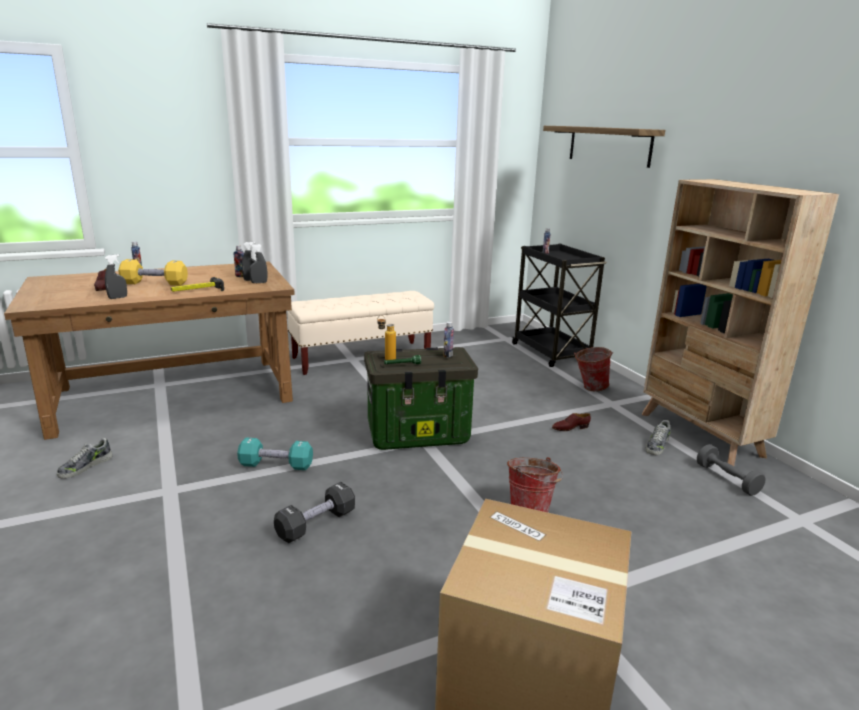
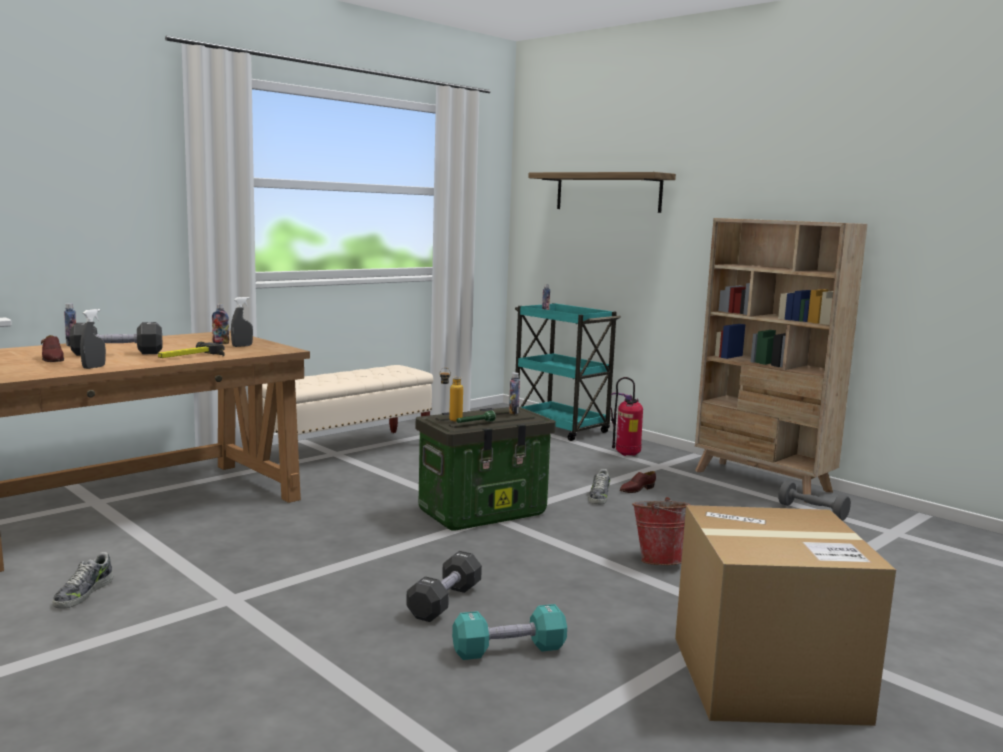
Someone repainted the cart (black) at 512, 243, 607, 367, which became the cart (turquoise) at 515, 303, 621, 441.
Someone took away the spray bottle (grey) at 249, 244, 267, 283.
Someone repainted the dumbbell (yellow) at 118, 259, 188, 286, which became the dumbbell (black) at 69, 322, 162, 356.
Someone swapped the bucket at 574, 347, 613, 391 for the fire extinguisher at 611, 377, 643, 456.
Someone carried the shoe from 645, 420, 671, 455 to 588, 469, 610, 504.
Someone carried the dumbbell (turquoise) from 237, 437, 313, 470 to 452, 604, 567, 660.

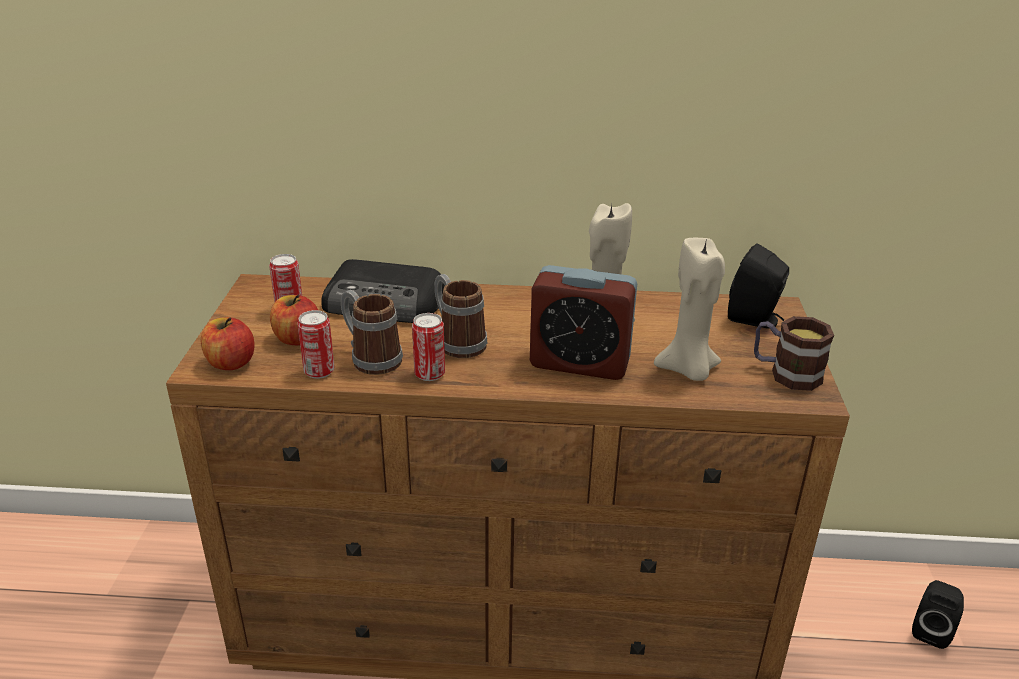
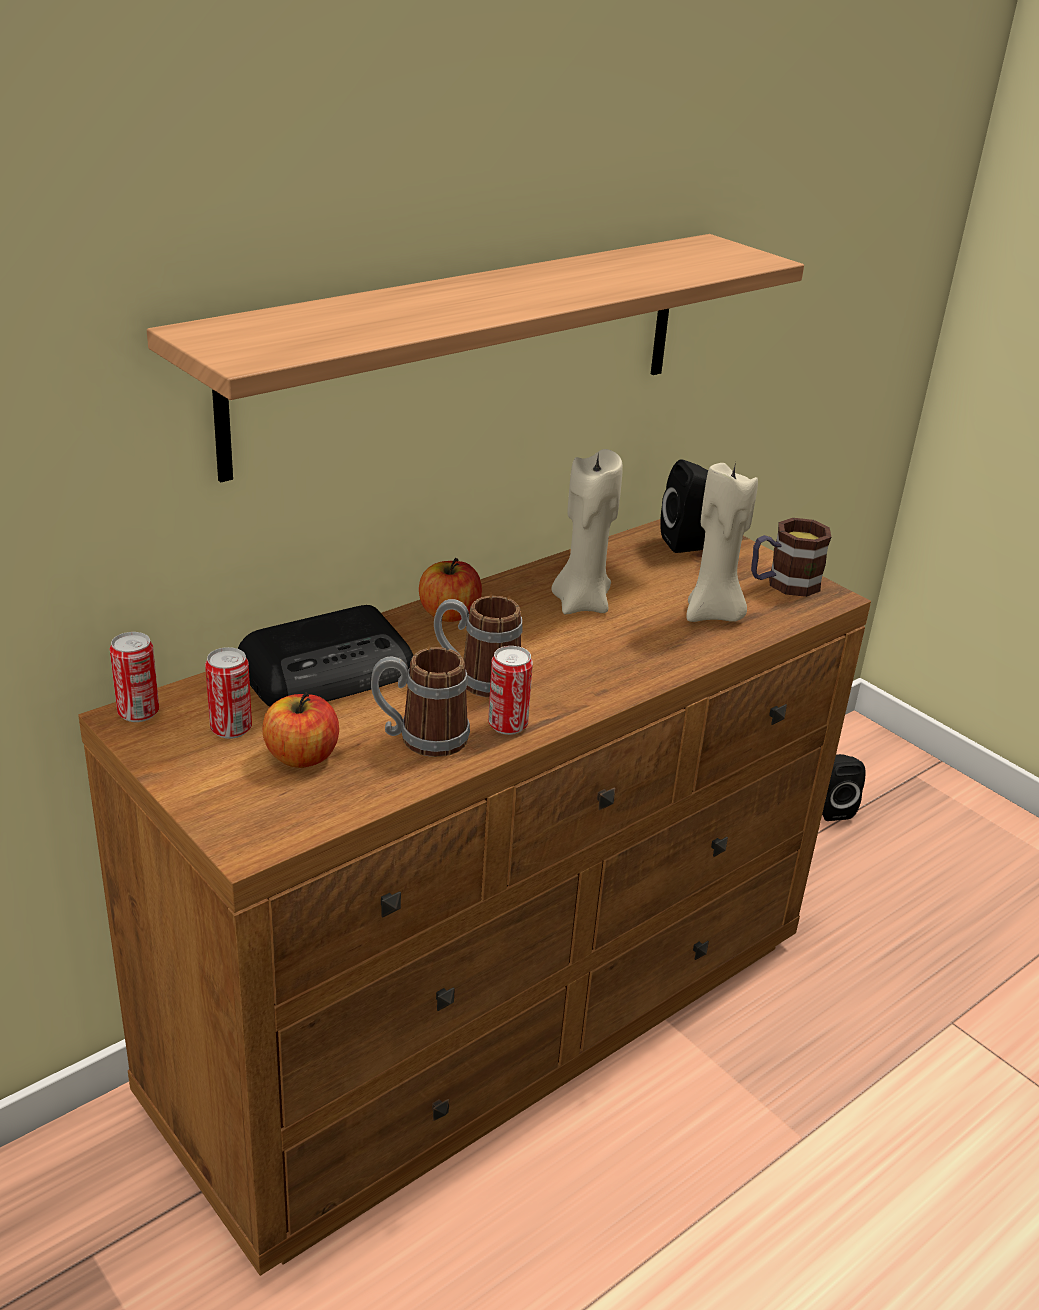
Someone took away the alarm clock at 530, 265, 637, 380.
Someone carried the can from 297, 310, 335, 379 to 110, 632, 159, 722.
Someone carried the apple from 201, 317, 255, 370 to 419, 558, 482, 622.
Someone put up the shelf at 147, 234, 804, 482.

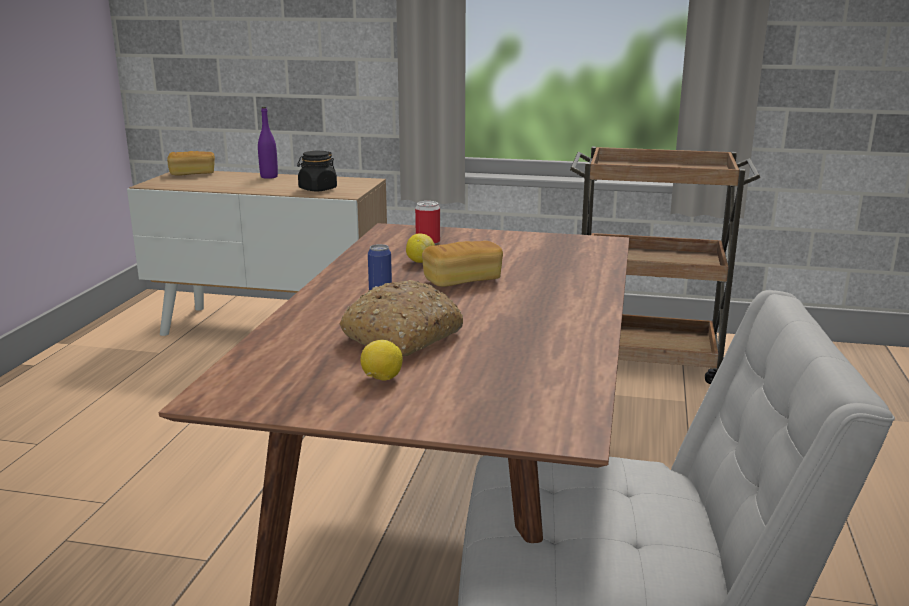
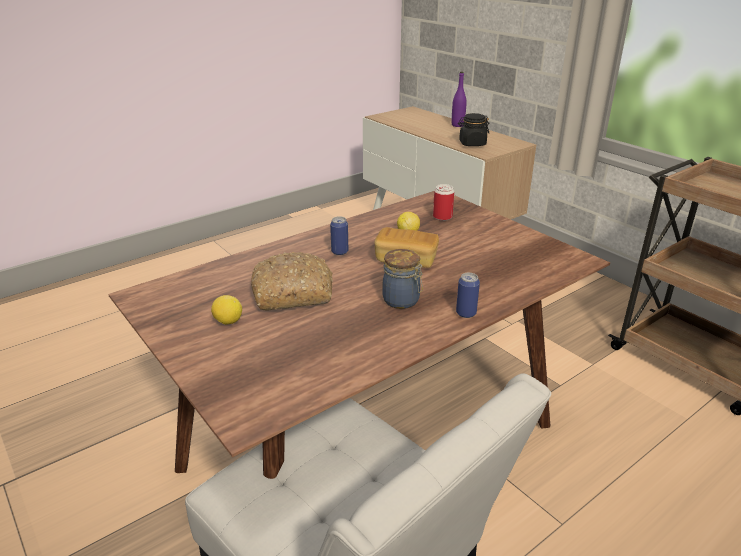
Someone took away the bread at 167, 151, 215, 176.
Someone put down the jar at 382, 249, 423, 309.
Someone put down the can at 456, 273, 480, 318.

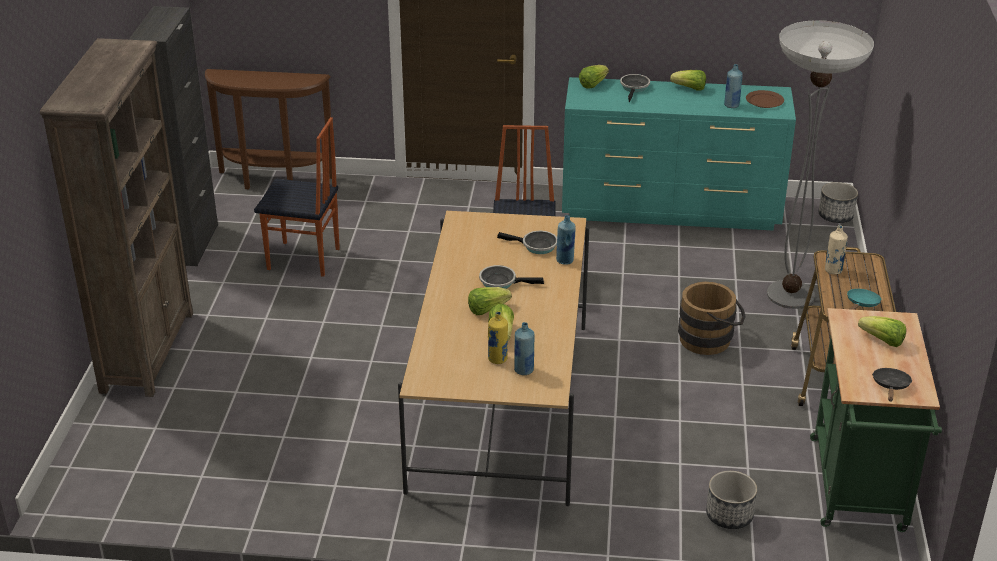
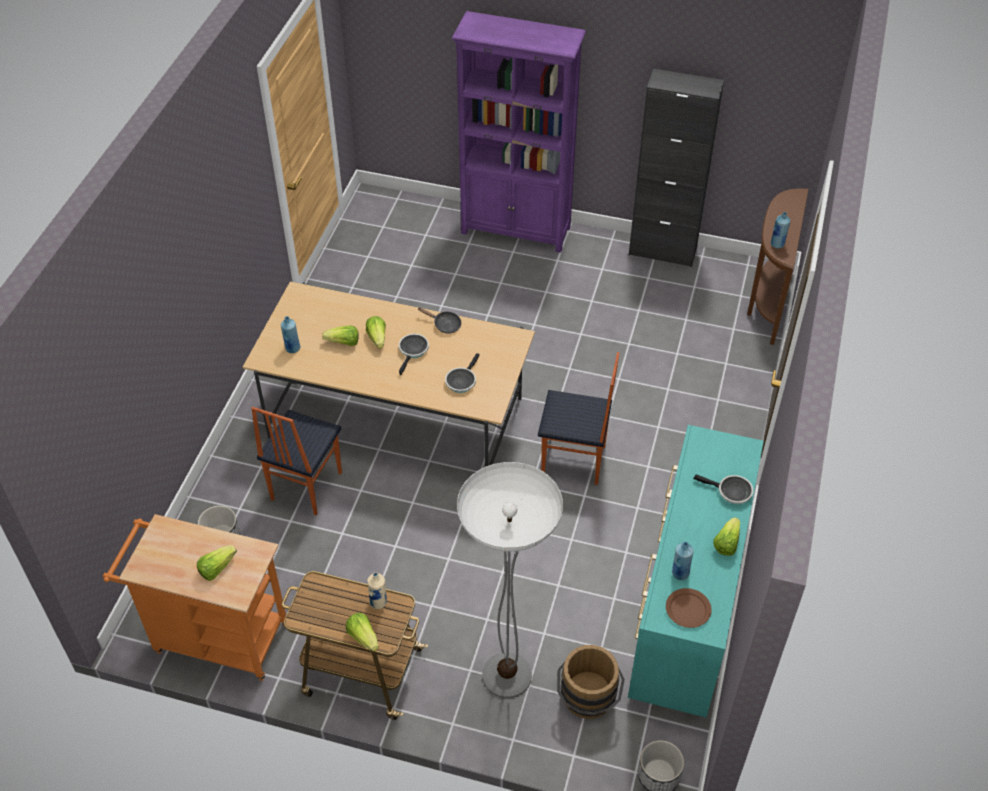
Someone repainted the bookcase (brown) at 40, 38, 193, 397, which became the bookcase (purple) at 452, 11, 586, 253.
Someone carried the lettuce from 579, 65, 609, 89 to 346, 612, 379, 651.
Someone carried the chair from 254, 117, 340, 277 to 251, 407, 342, 515.
Someone carried the bottle (blue) from 556, 215, 576, 265 to 770, 212, 790, 249.
Someone carried the bucket (brown) from 678, 282, 746, 355 to 557, 645, 625, 719.
Someone took away the frying pan (turquoise) at 847, 289, 881, 310.
Someone repainted the cart (green) at 810, 308, 942, 532, which became the cart (orange) at 103, 514, 286, 681.
Someone took away the bottle (yellow) at 488, 311, 508, 364.
Someone carried the frying pan (black) from 872, 368, 913, 402 to 418, 307, 462, 334.

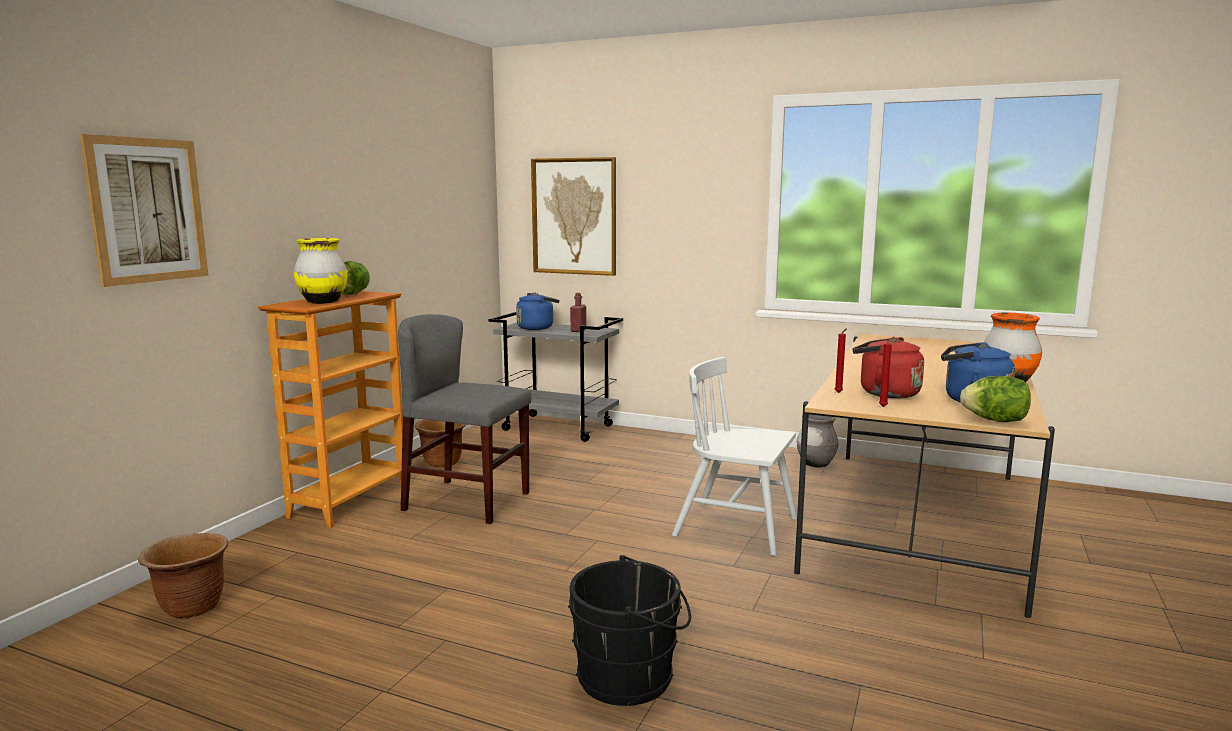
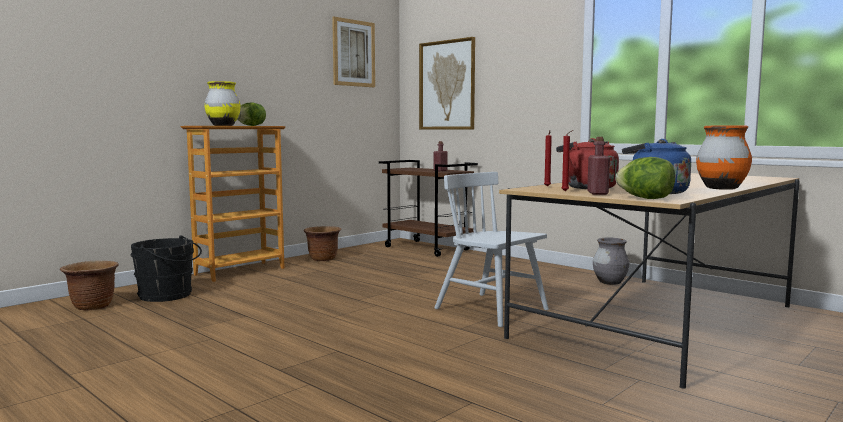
Someone carried the picture from 79, 134, 208, 287 to 332, 17, 375, 87.
Someone took away the kettle (blue) at 516, 292, 560, 330.
Someone repainted the cart (grey) at 488, 312, 623, 442, which became the cart (brown) at 379, 160, 478, 257.
Someone took away the chair (grey) at 398, 314, 531, 524.
Someone carried the bucket (black) from 568, 555, 691, 706 to 130, 235, 202, 302.
Someone put down the bottle (red) at 587, 137, 610, 195.

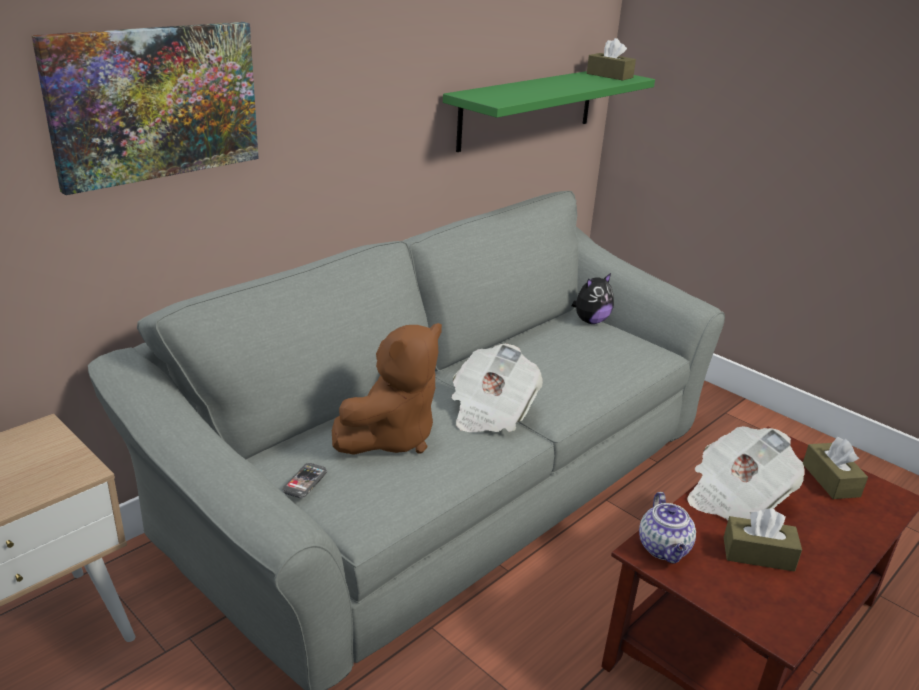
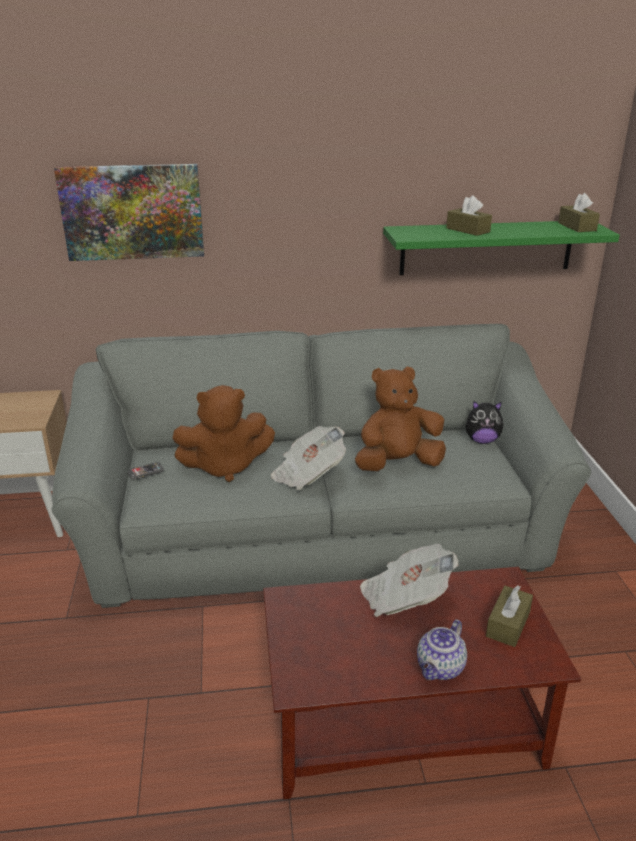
Someone carried the teapot from 639, 492, 696, 563 to 417, 619, 467, 680.
Someone carried the tissue box (brown) from 724, 508, 802, 572 to 446, 195, 492, 236.
Someone put down the plush toy (brown) at 355, 366, 446, 471.

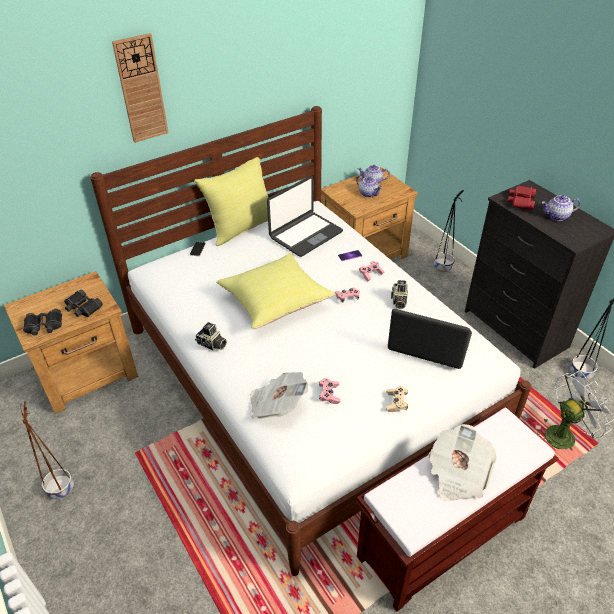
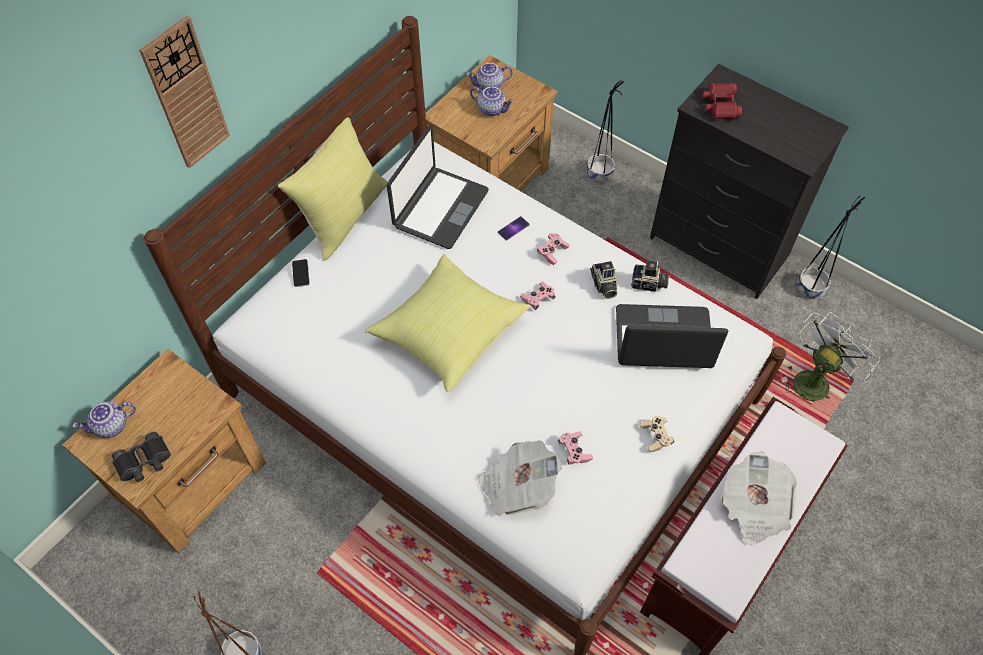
Someone carried the teapot from 542, 195, 580, 221 to 72, 402, 136, 438.
Someone took away the binoculars (black) at 64, 290, 103, 317.
Someone carried the photo camera from 195, 322, 227, 351 to 631, 261, 670, 292.

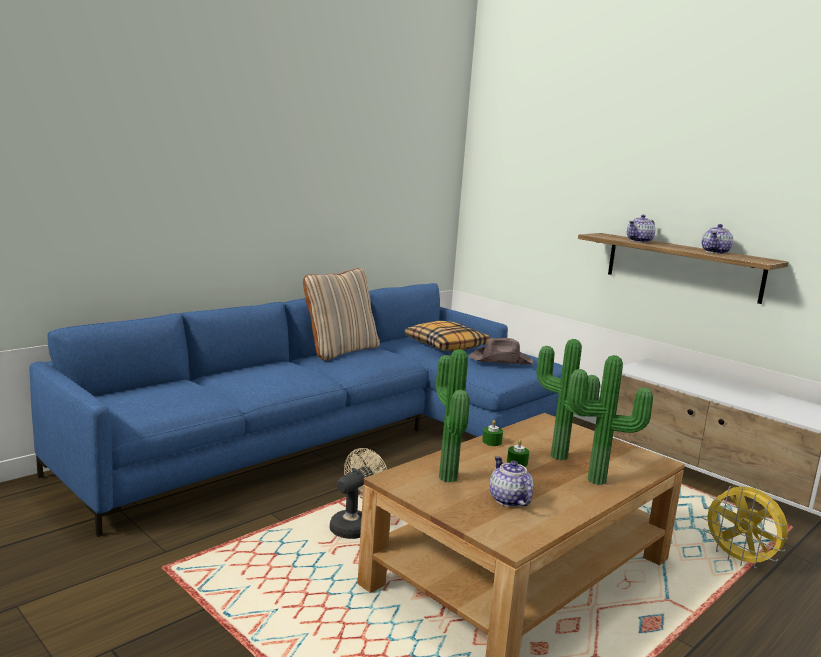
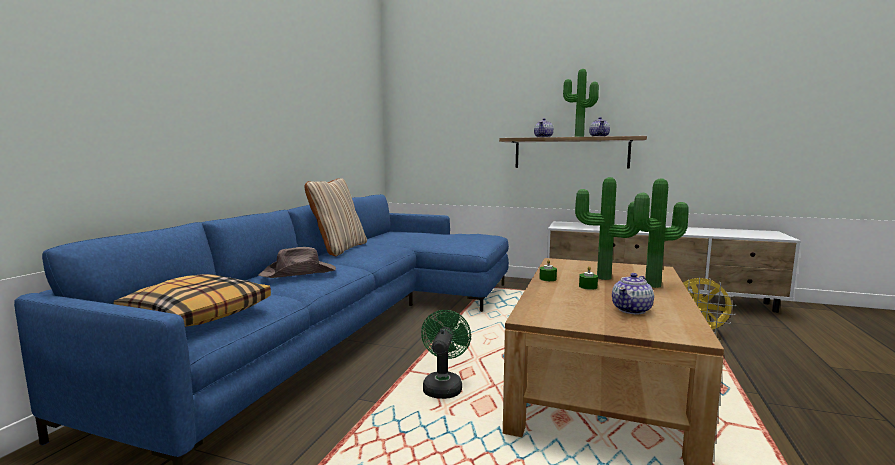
Someone carried the pillow from 405, 321, 490, 351 to 114, 274, 271, 327.
Someone carried the hat (brown) from 469, 338, 534, 365 to 258, 247, 336, 278.
Someone carried the potted plant from 436, 349, 470, 483 to 563, 69, 599, 137.
Someone repainted the fan (beige) at 330, 448, 387, 539, which became the fan (green) at 421, 310, 471, 399.
Someone rotated the teapot at 489, 456, 533, 507 by 90 degrees counterclockwise.

